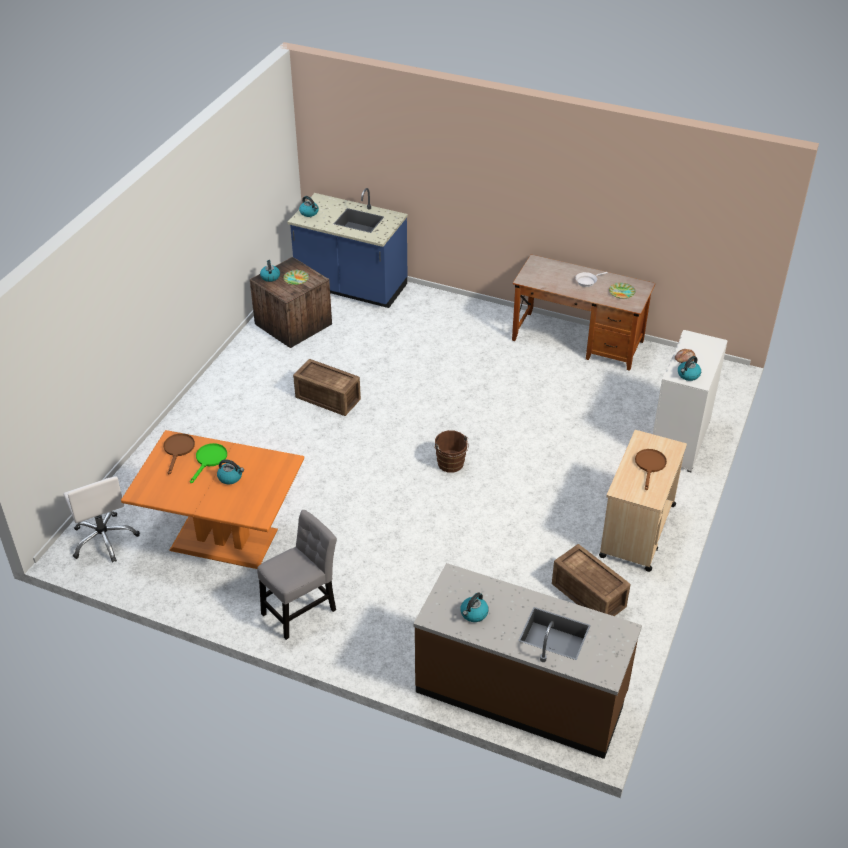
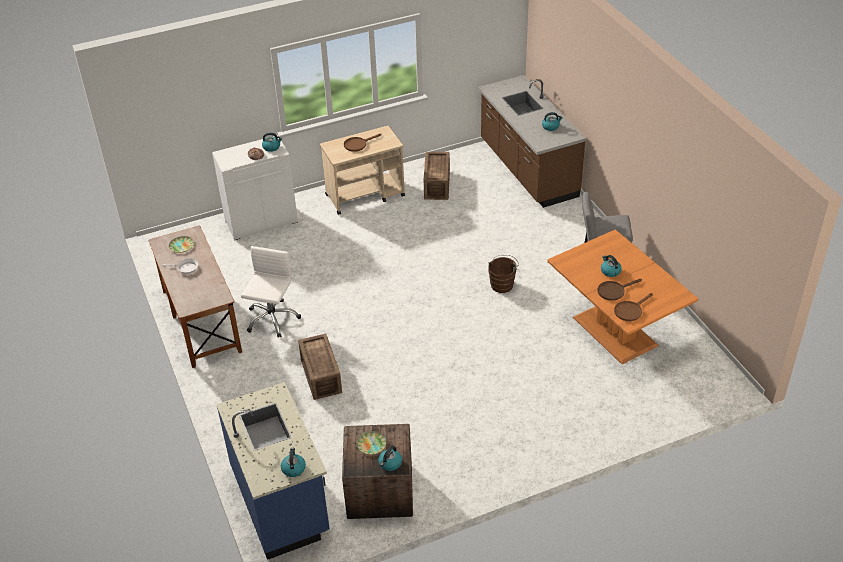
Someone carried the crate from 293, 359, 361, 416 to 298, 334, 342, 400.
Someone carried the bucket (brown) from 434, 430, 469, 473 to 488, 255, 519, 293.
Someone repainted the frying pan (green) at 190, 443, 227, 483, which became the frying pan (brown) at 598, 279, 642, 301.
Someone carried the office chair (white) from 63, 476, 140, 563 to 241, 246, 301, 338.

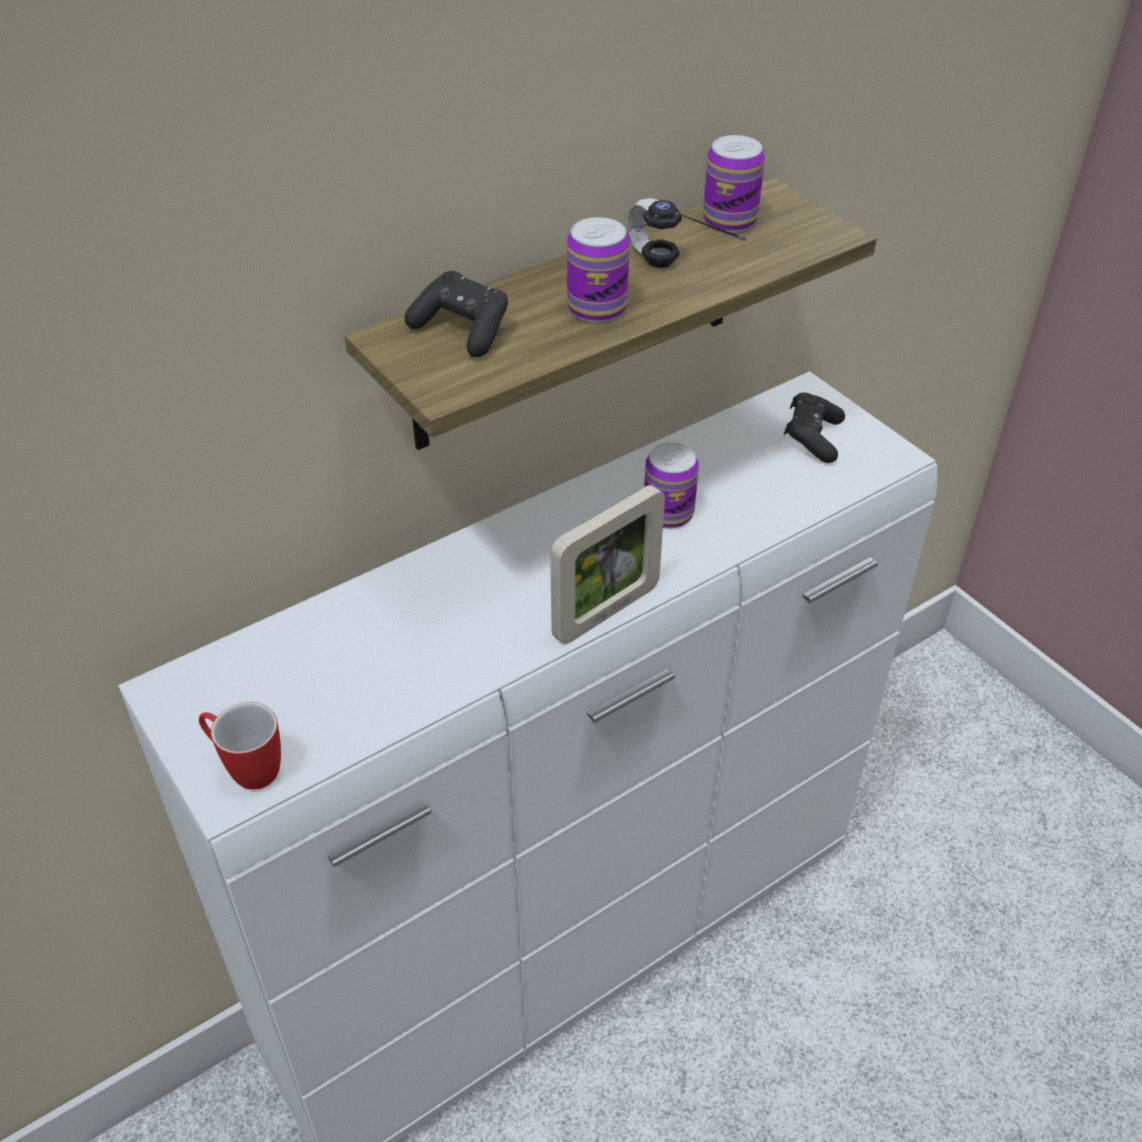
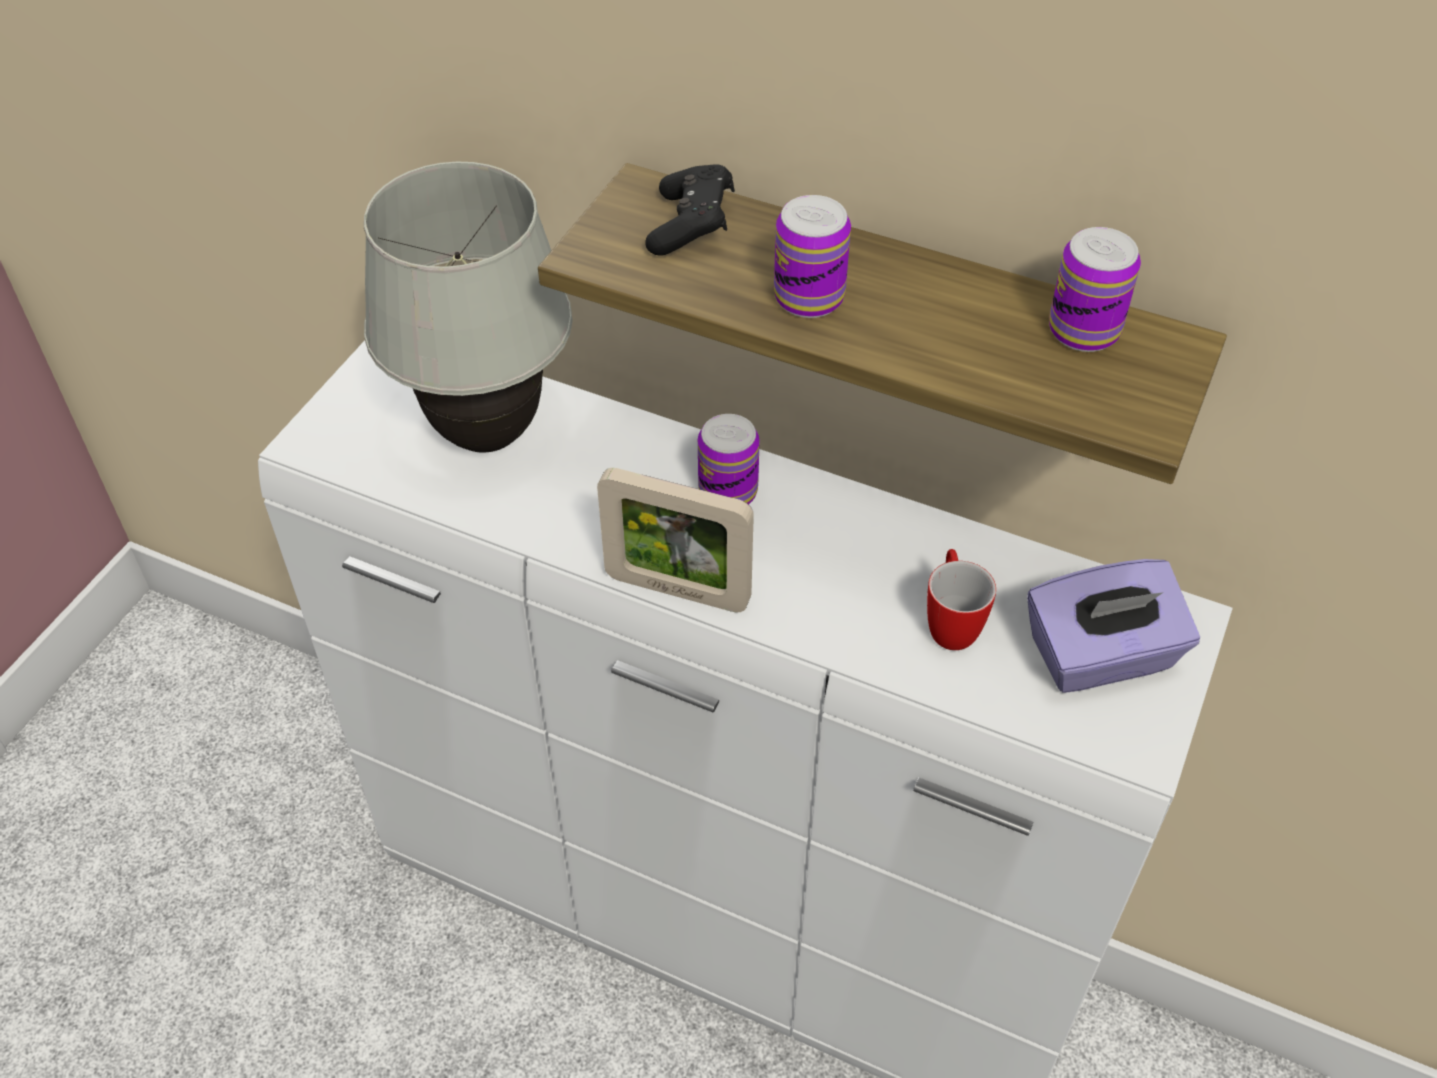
Someone took away the headphones at 628, 198, 747, 268.
Someone swapped the game controller (black) at 784, 392, 845, 463 for the tissue box (purple) at 1027, 559, 1200, 693.
Someone carried the can from 644, 443, 699, 529 to 698, 414, 760, 505.
Someone carried the mug from 199, 702, 281, 790 to 927, 549, 996, 650.
Someone put down the table lamp (white) at 364, 162, 573, 453.

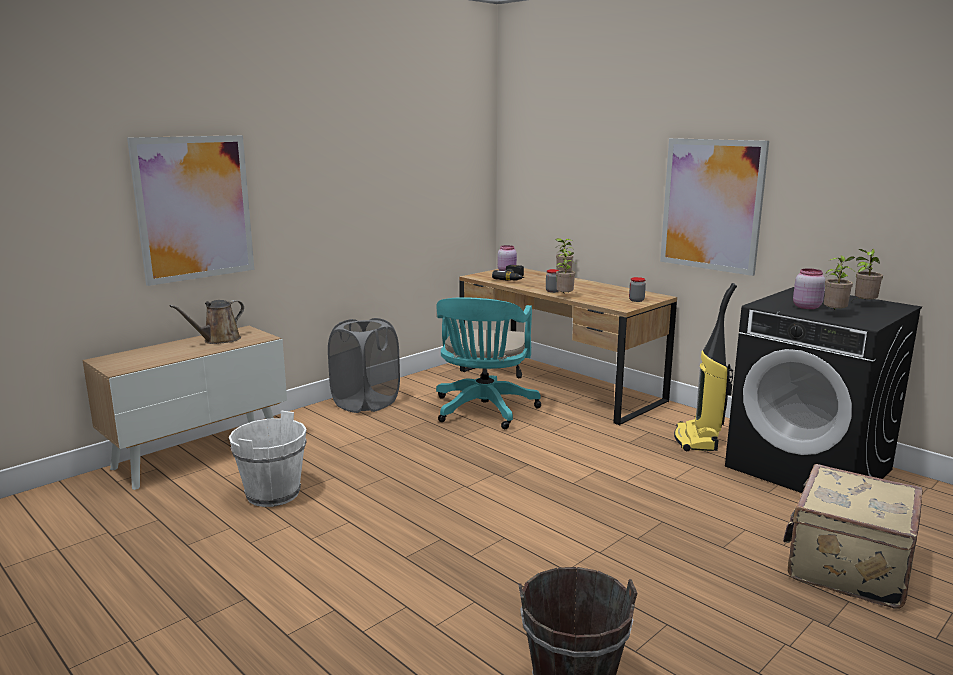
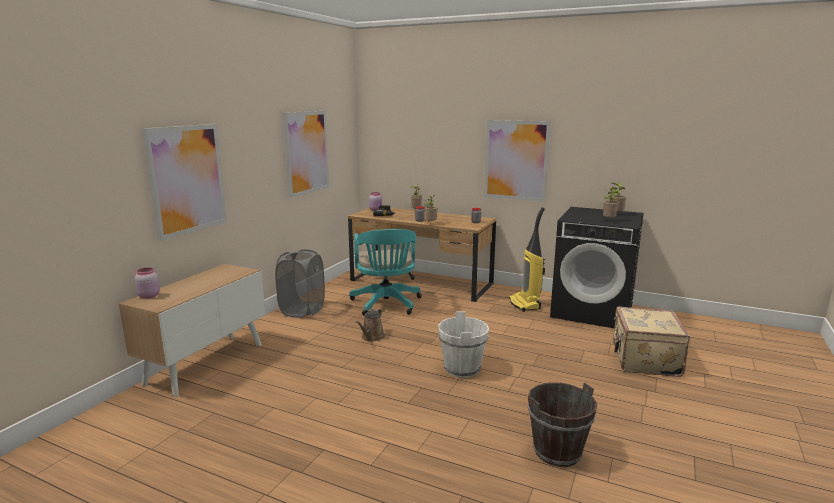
Someone carried the jar (pink) from 793, 268, 825, 309 to 135, 268, 160, 299.
Someone carried the watering can (brown) from 170, 300, 244, 344 to 356, 309, 385, 342.
Someone carried the bucket (white) from 229, 411, 307, 507 to 438, 312, 489, 378.
Someone put up the picture at 283, 111, 329, 198.

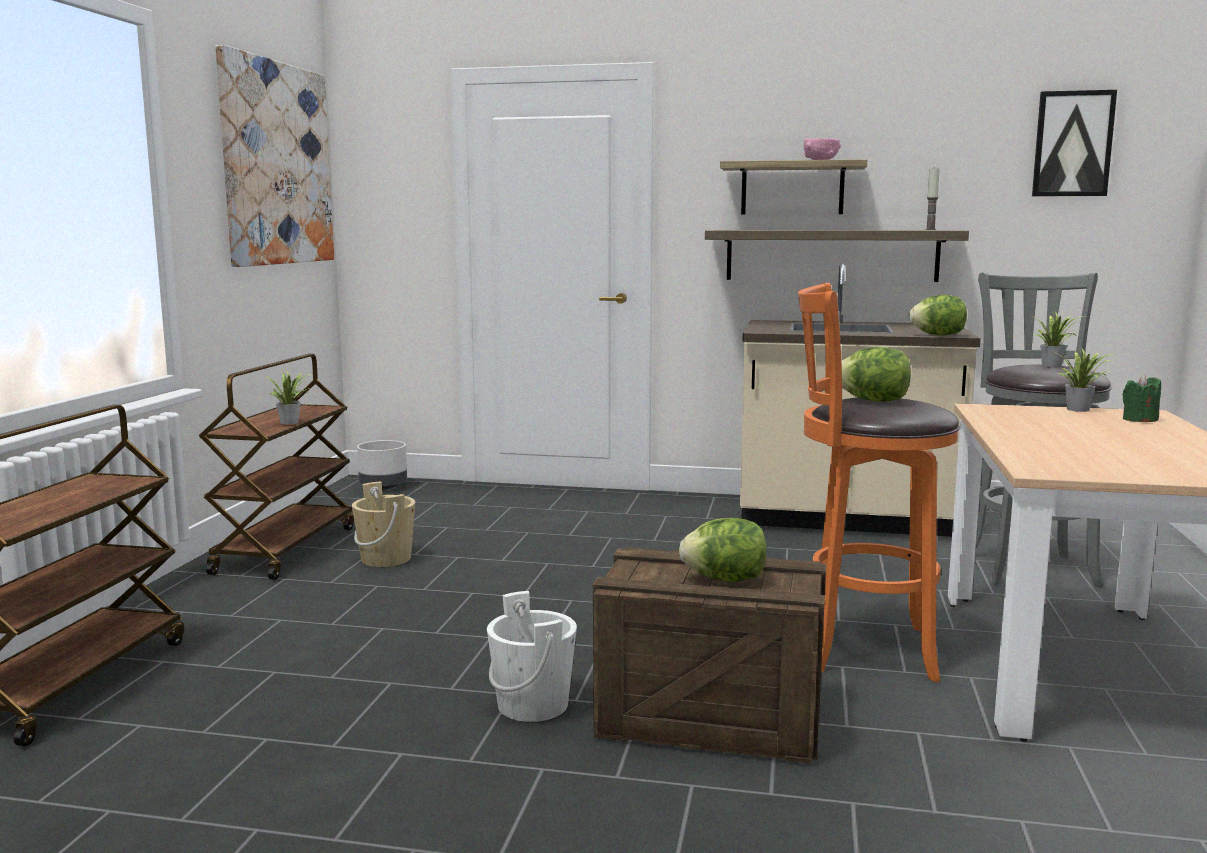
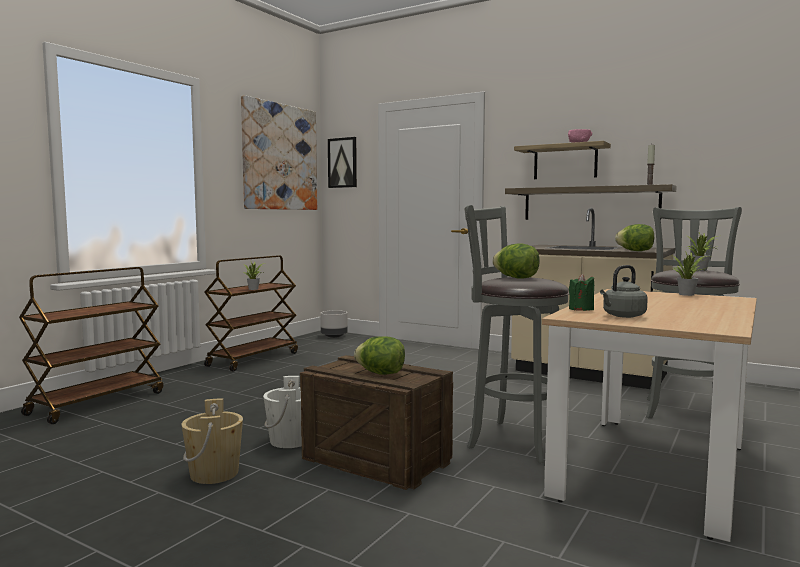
Someone carried the picture from 1032, 90, 1117, 196 to 328, 137, 357, 188.
Someone repainted the stool (orange) at 798, 283, 960, 683, which became the stool (grey) at 464, 205, 569, 463.
Someone carried the candle (green) from 1122, 375, 1161, 422 to 569, 274, 594, 311.
Someone carried the bucket (beige) from 352, 481, 415, 567 to 181, 399, 243, 484.
Someone put down the kettle (grey) at 600, 265, 648, 318.

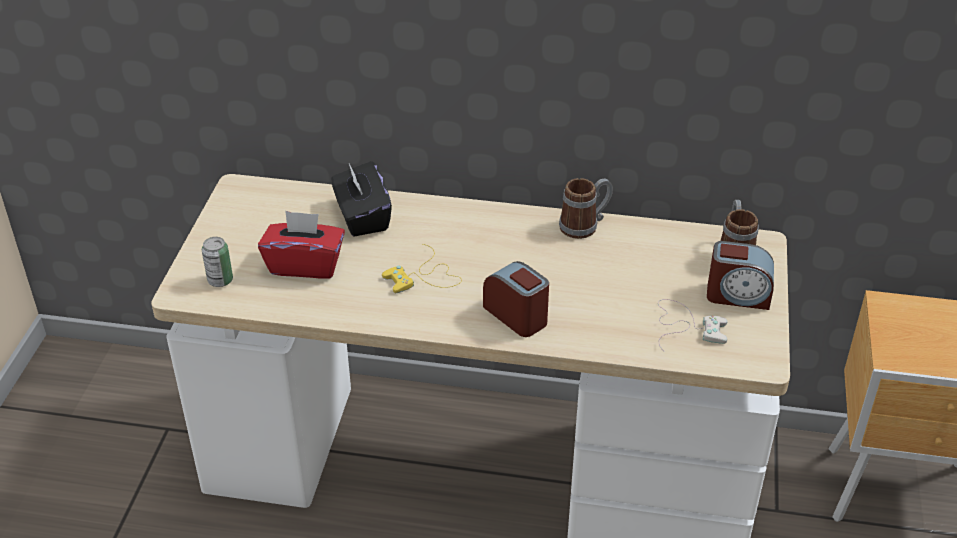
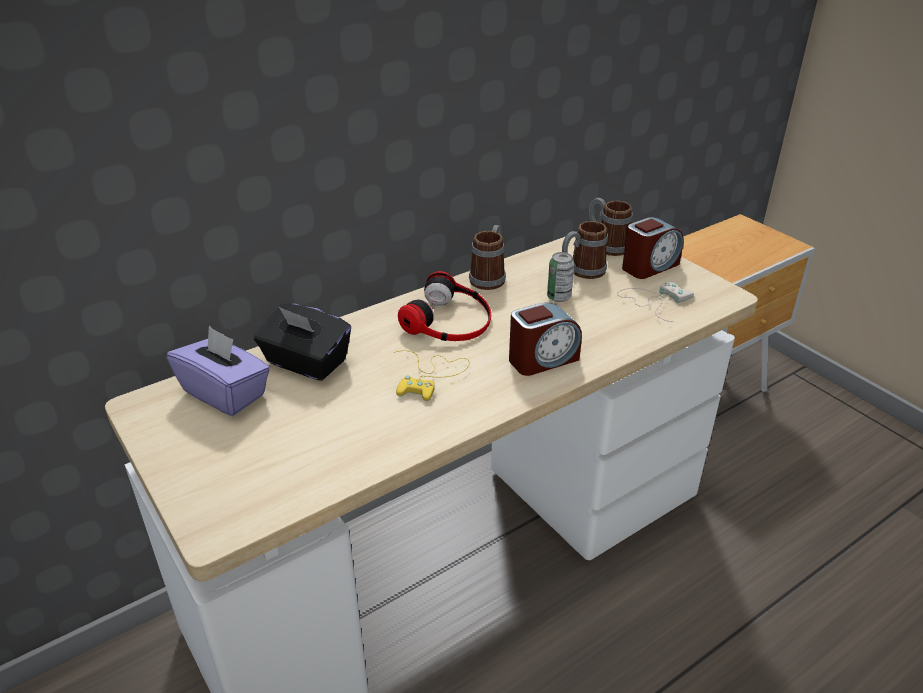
Someone took away the tissue box (red) at 258, 211, 345, 279.
Someone carried the can from 202, 237, 233, 287 to 547, 252, 574, 302.
Someone rotated the alarm clock at 483, 261, 549, 337 by 150 degrees clockwise.
Someone put down the mug at 562, 221, 608, 279.
Someone put down the headphones at 398, 271, 491, 341.
Someone put down the tissue box (purple) at 167, 326, 270, 416.

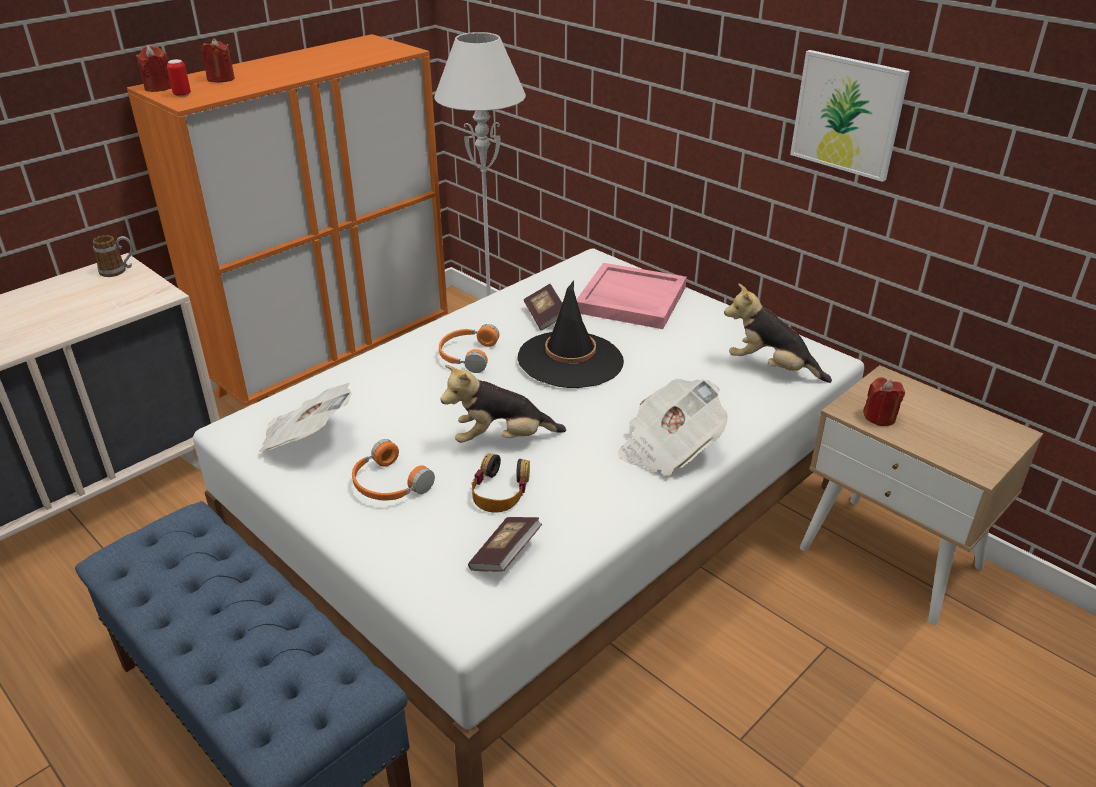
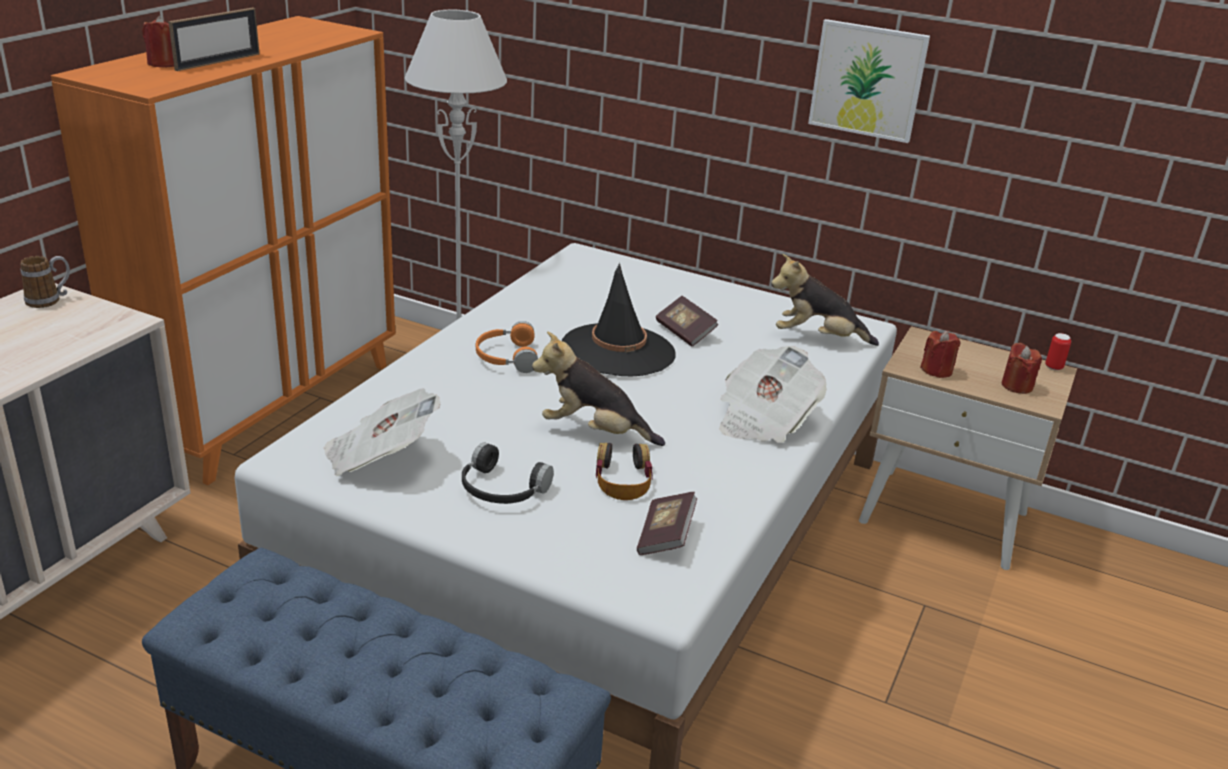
Someone carried the candle (red) from 136, 46, 172, 92 to 1002, 343, 1042, 394.
Someone carried the can from 167, 59, 191, 97 to 1045, 333, 1071, 370.
Someone took away the tray (pink) at 576, 263, 687, 329.
Someone carried the book from 524, 284, 562, 331 to 656, 296, 718, 347.
Someone rotated the plush toy at 441, 365, 566, 443 by 45 degrees clockwise.
Someone repainted the headphones (orange) at 352, 439, 435, 500, which became the headphones (black) at 462, 442, 554, 504.
Someone put down the picture frame at 168, 7, 259, 71.

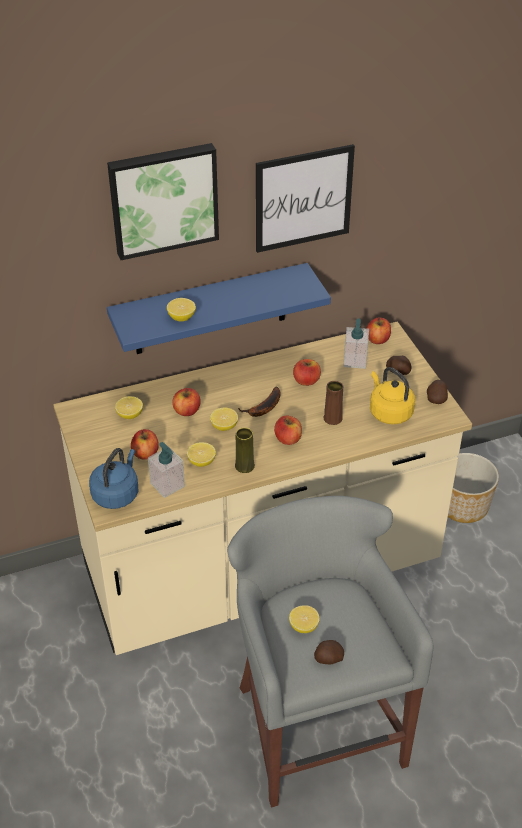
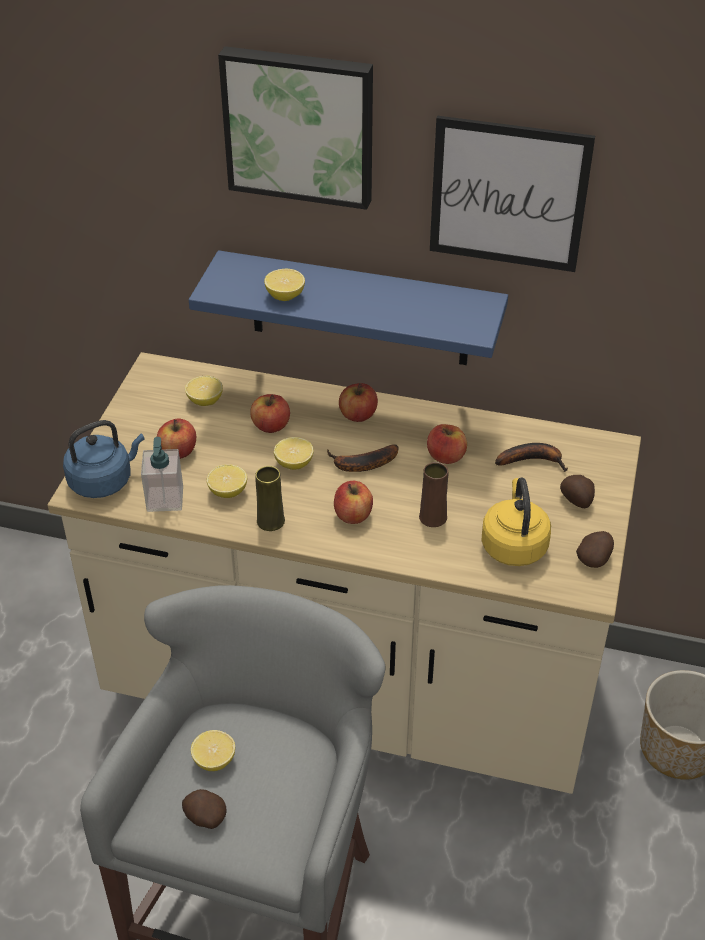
Someone carried the apple from 367, 317, 391, 344 to 339, 383, 378, 422.
Someone swapped the soap dispenser at 343, 318, 369, 369 for the banana at 495, 443, 568, 472.

